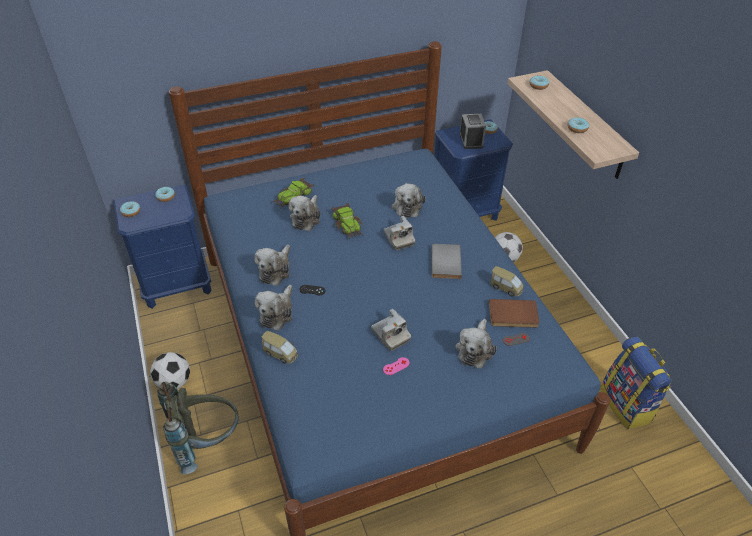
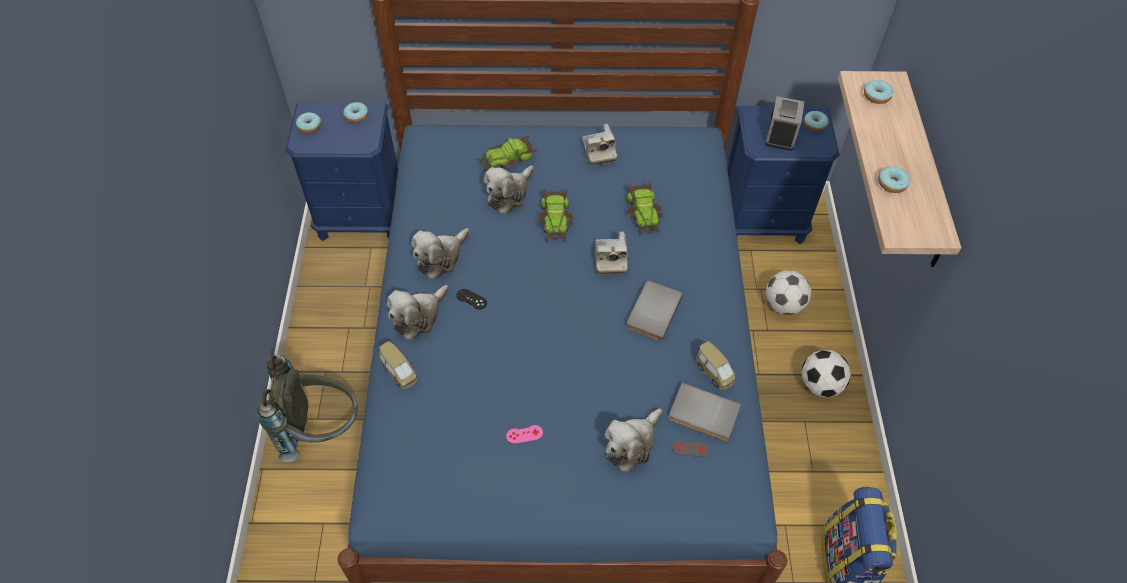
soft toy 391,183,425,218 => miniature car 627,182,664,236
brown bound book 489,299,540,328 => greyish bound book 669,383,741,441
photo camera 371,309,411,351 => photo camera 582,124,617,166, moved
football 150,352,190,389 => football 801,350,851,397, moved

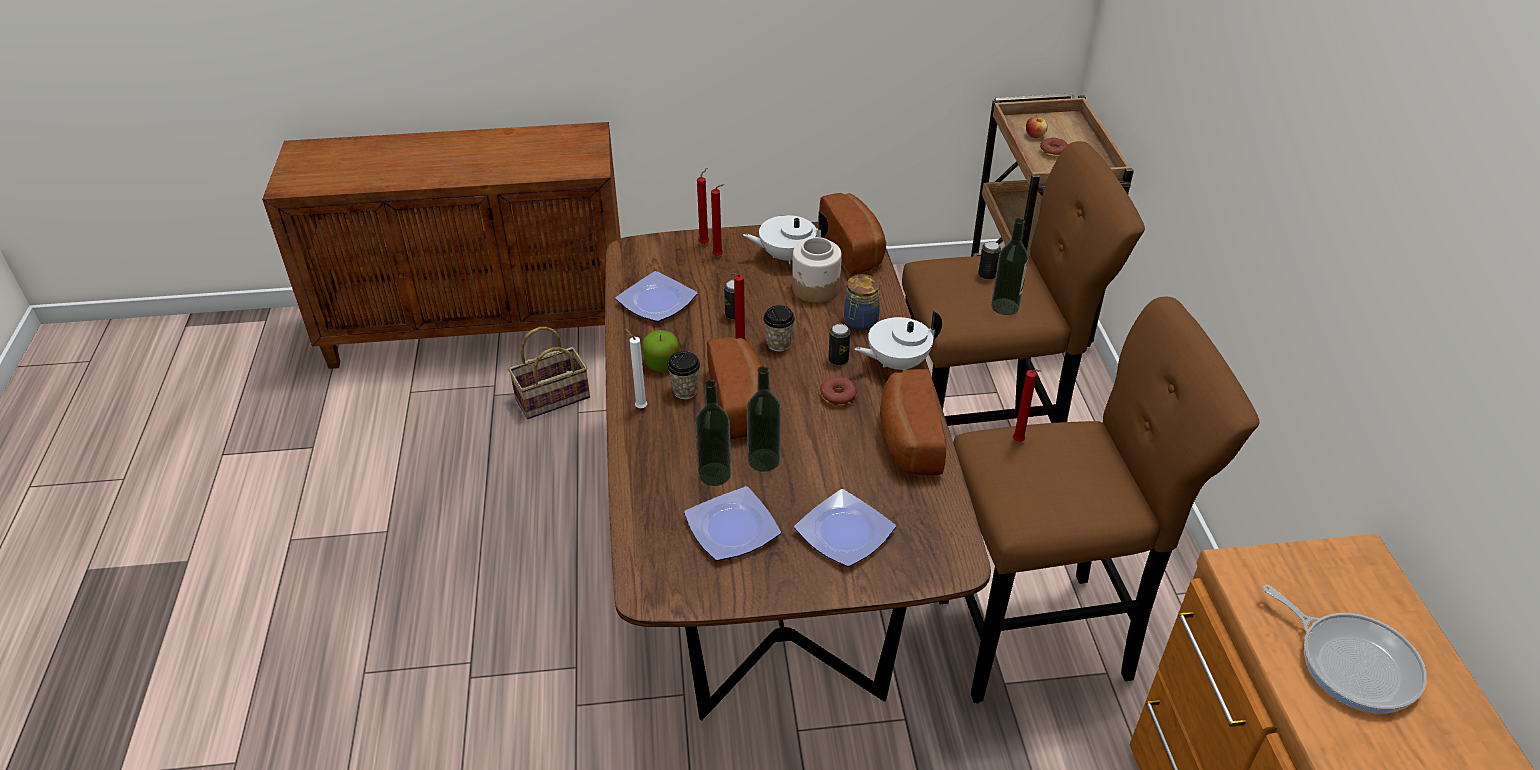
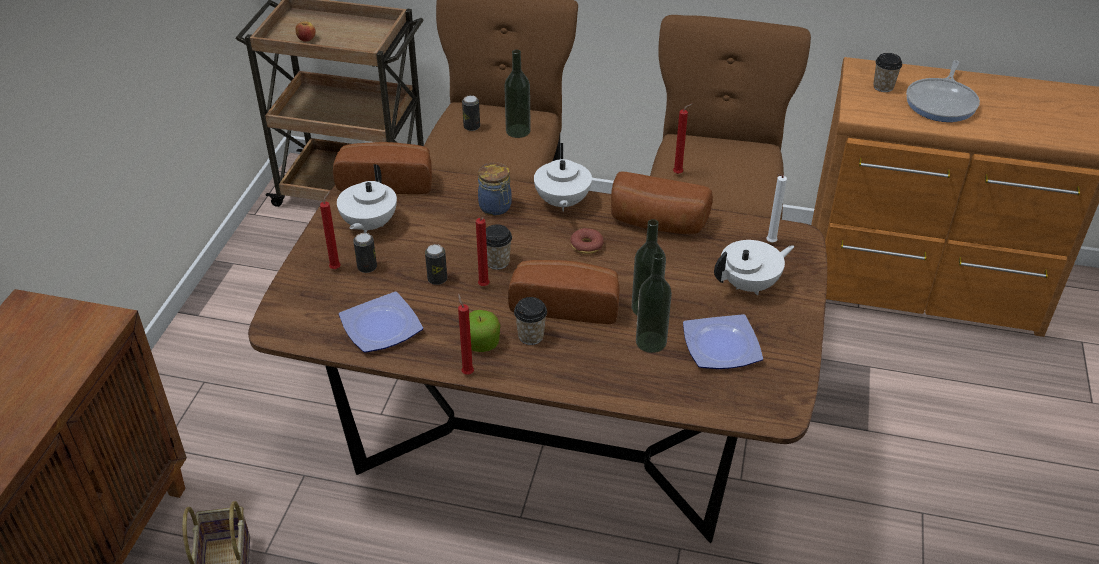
doughnut 1040,137,1068,157 => nothing
reddish wax light 697,168,709,244 => reddish wax light 458,293,474,375, moved
storage jar 792,237,842,303 => nothing
can 829,324,850,365 => can 353,233,377,273, moved
white-coloured wax light 625,329,647,408 => white-coloured wax light 766,174,787,243, moved
dinner plate 794,489,896,567 => white-coloured tea pot 714,240,794,295
frying pan 1262,585,1427,713 => frying pan 906,60,980,122, 135 degrees clockwise
nothing => drinking cup 873,53,902,92

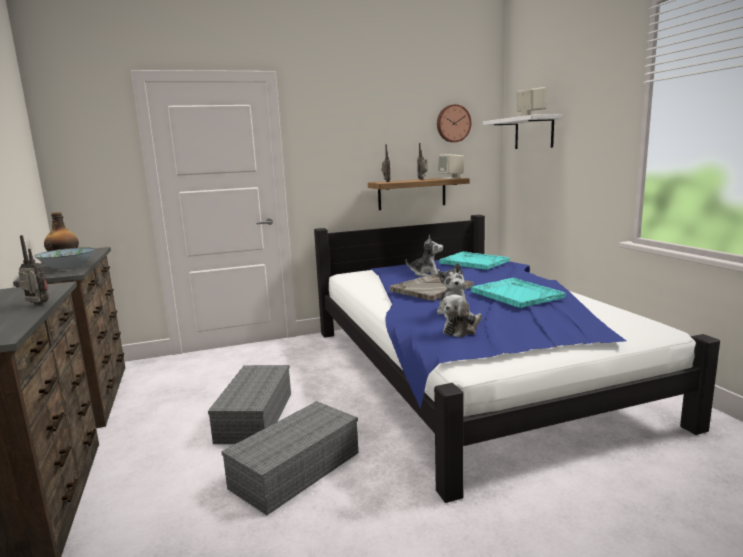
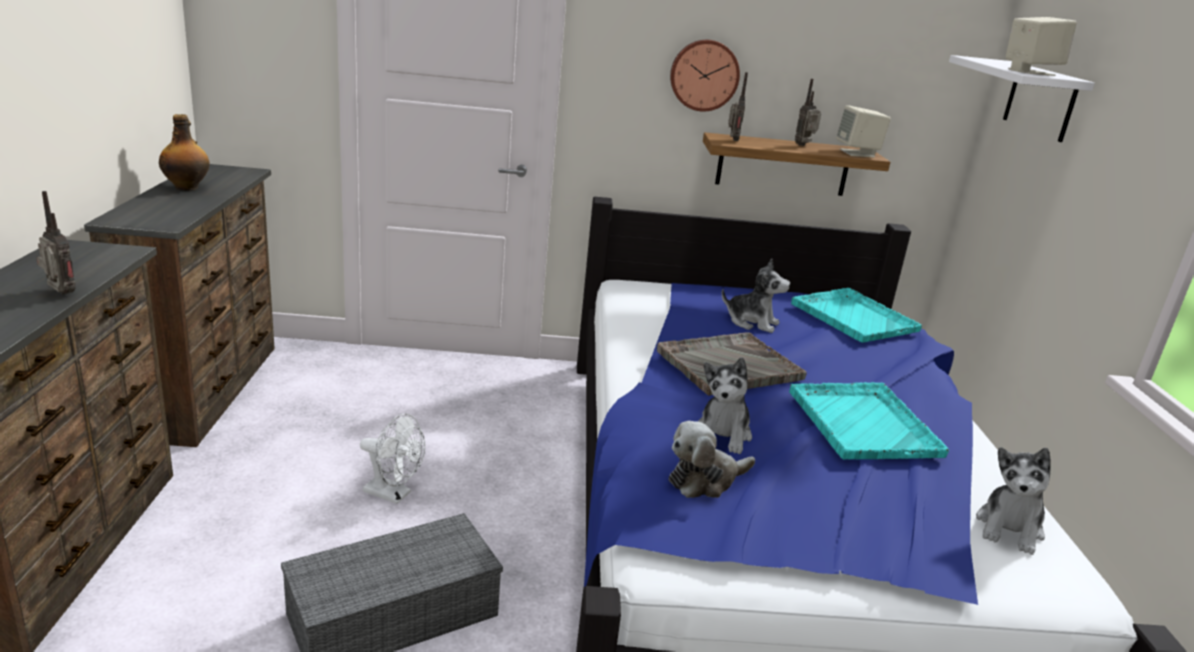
wall clock 437,104,472,142 => wall clock 670,40,740,112, moved
deep dish 35,247,94,269 => nothing
greyish storage bin 208,365,291,444 => white-coloured cooling fan 360,413,425,504
nothing => soft toy 976,447,1051,555

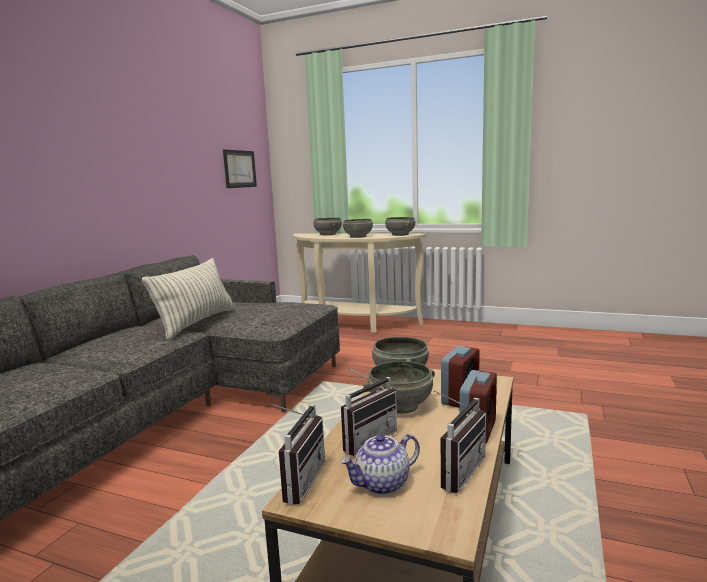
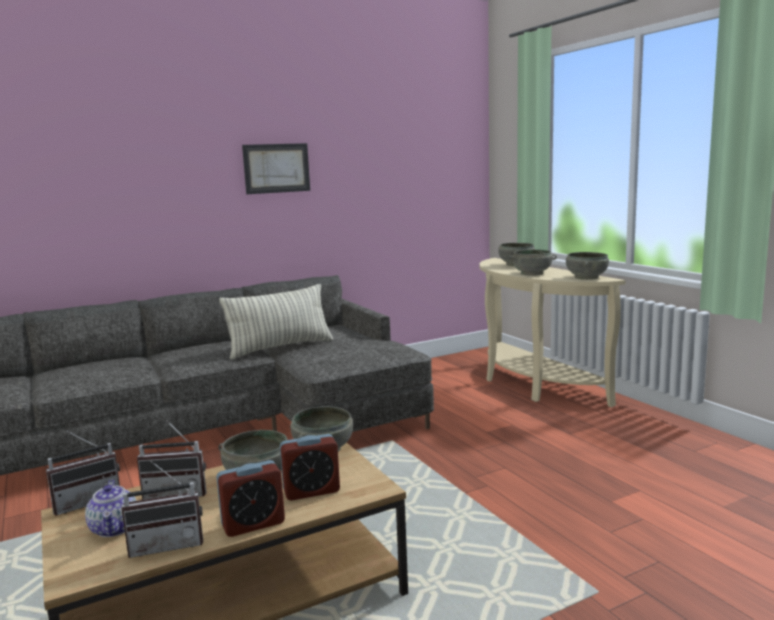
picture 223,149,257,188 => picture 242,143,310,194, moved
tea pot 340,434,420,495 => tea pot 85,480,136,537, 120 degrees counterclockwise

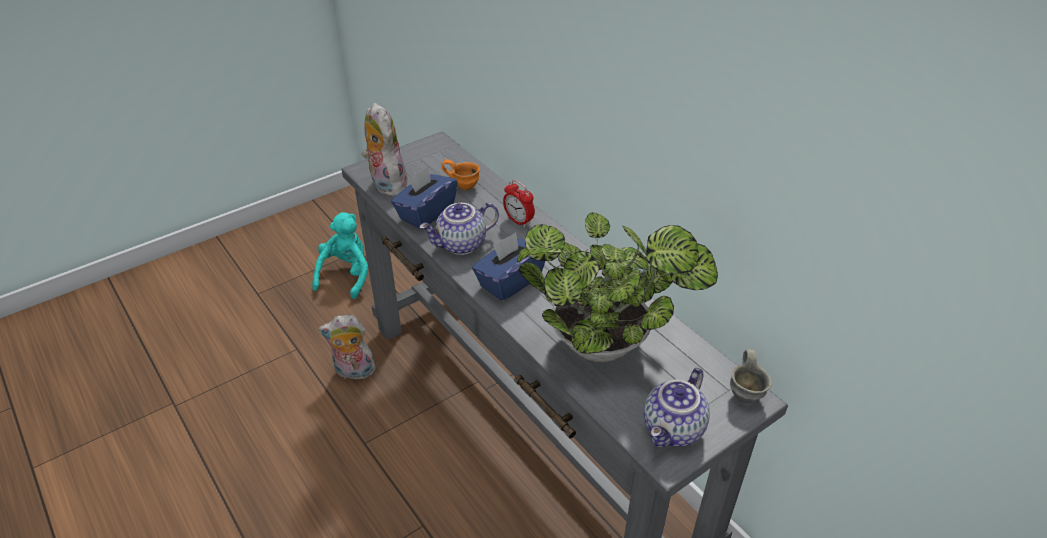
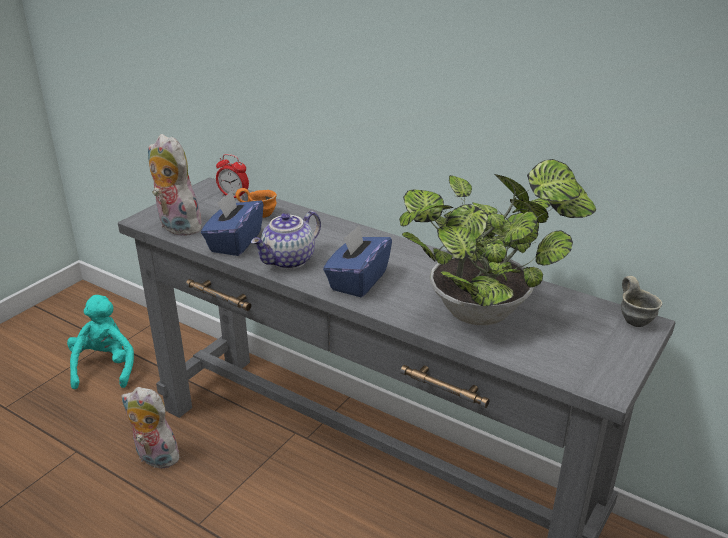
alarm clock 503,180,535,228 => alarm clock 216,154,249,200, moved
soft toy 318,315,376,380 => soft toy 122,387,179,468, 45 degrees clockwise
tea pot 644,368,710,447 => nothing

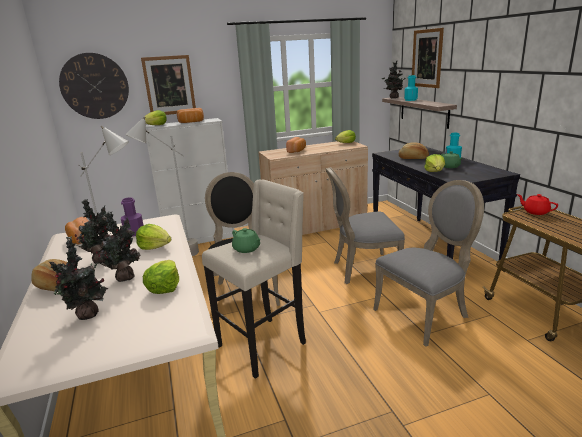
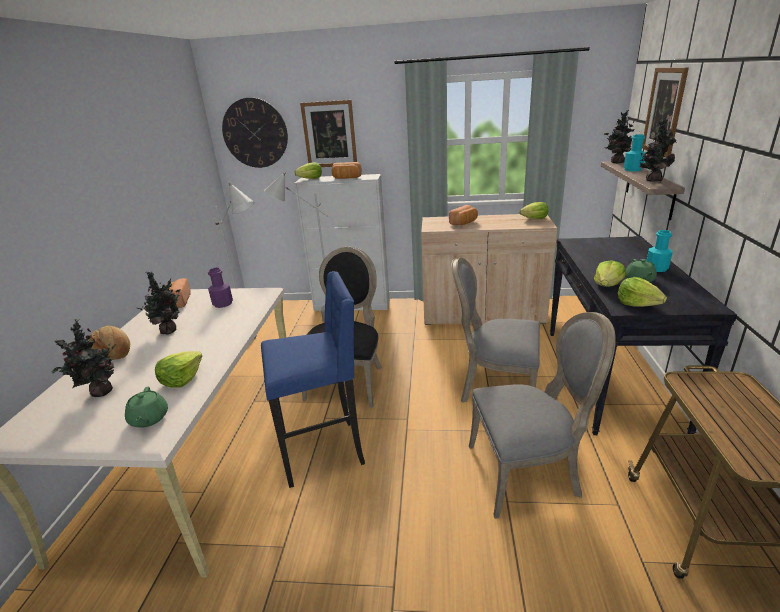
bakery bread 399,142,429,159 => nothing
beige sitting stool 202,180,306,379 => blue sitting stool 261,271,365,488
reddish tea pot 517,194,558,215 => nothing
plant in a pot 96,212,140,282 => plant in a pot 640,118,676,182, moved
lettuce head 136,224,172,250 => lettuce head 618,277,667,307, moved
greenish tea pot 232,228,261,253 => greenish tea pot 125,387,168,428, moved

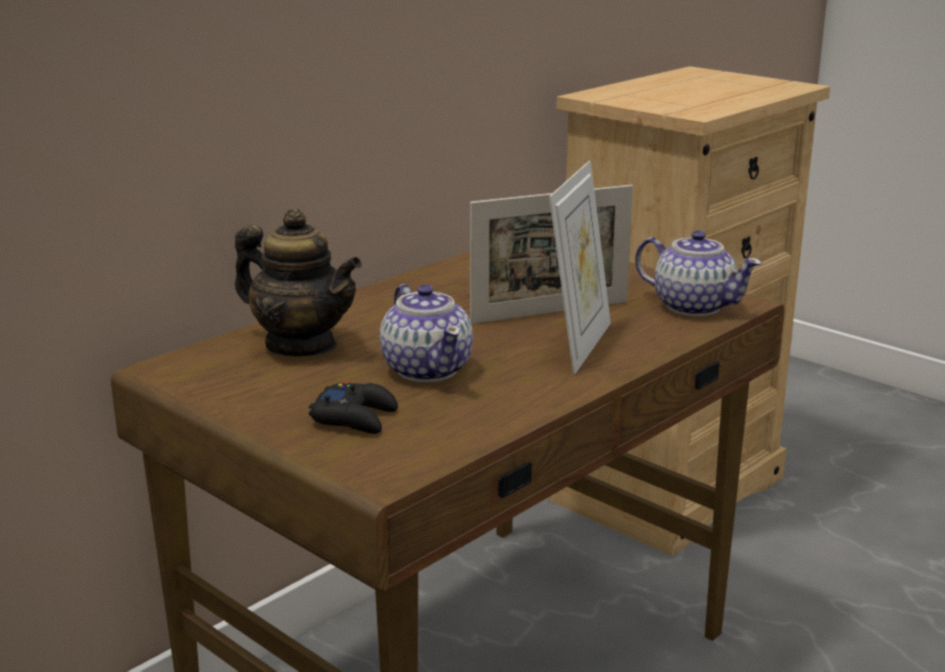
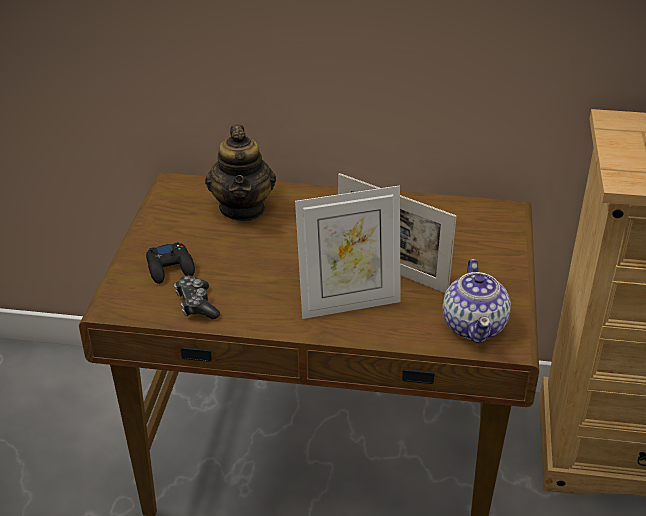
tea pot 380,284,473,382 => nothing
nothing => joypad 174,275,220,320

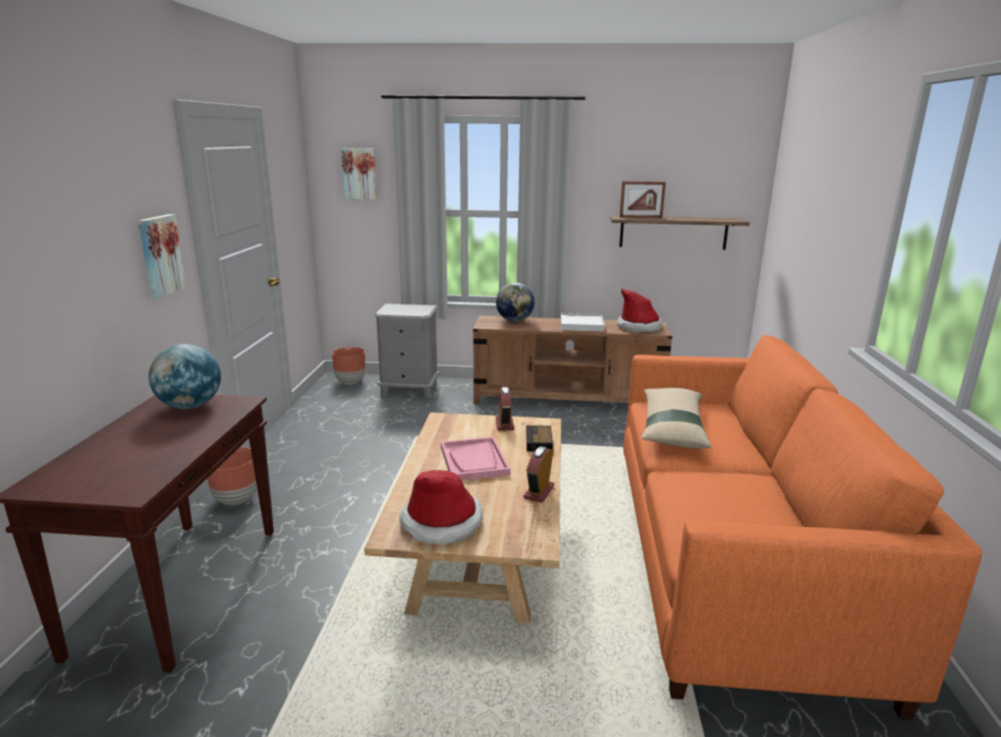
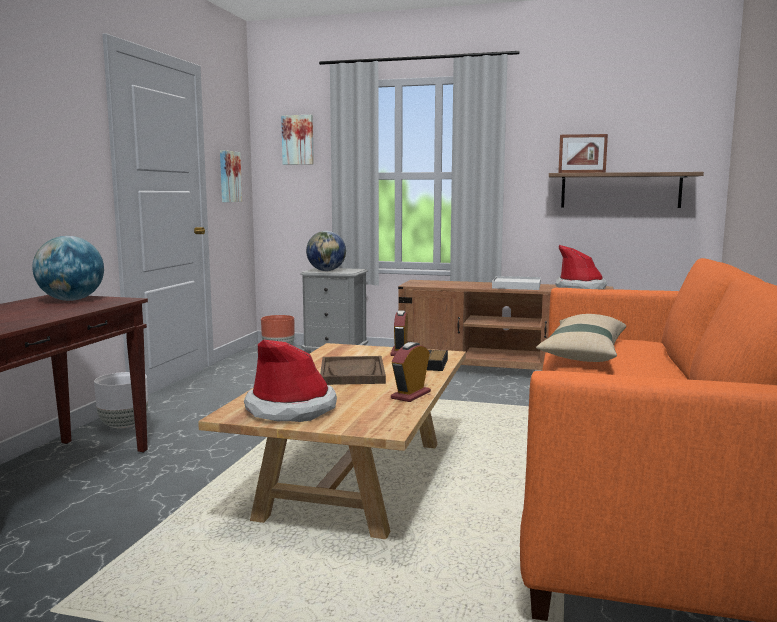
picture 138,214,187,299 => picture 220,150,242,202, moved
globe 496,283,535,322 => globe 306,231,346,271, moved
pink carrying tray 441,437,510,481 => brown carrying tray 320,356,386,385
brown planter 207,447,257,505 => white-coloured planter 94,372,148,428

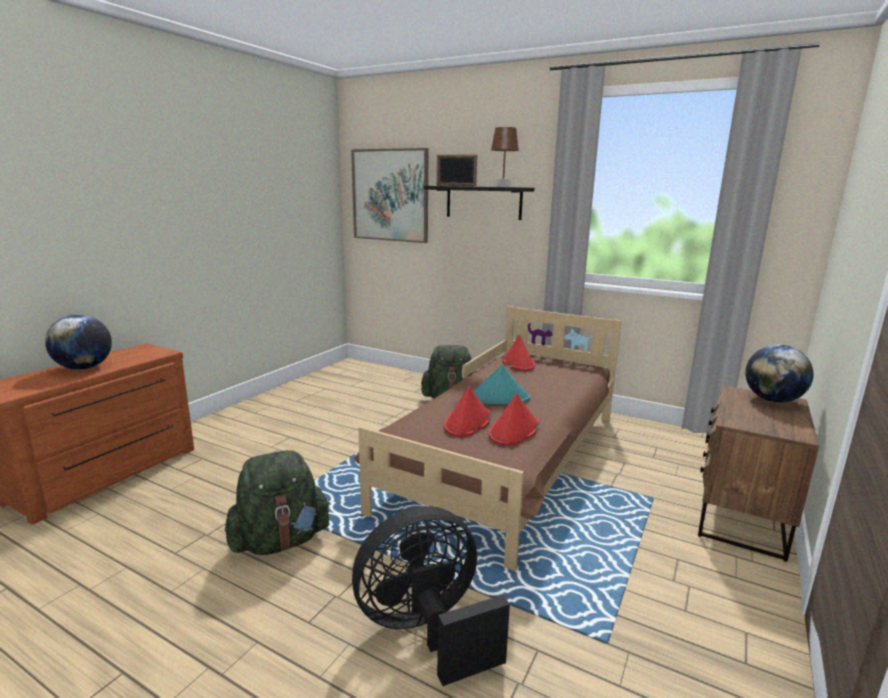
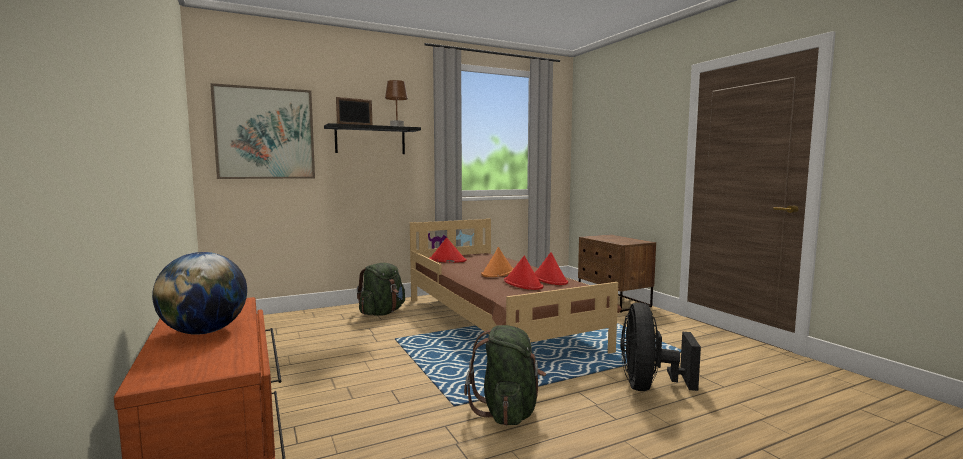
globe 745,345,814,403 => nothing
blue-green wearable hat 473,365,531,404 => orange wearable hat 481,247,514,277

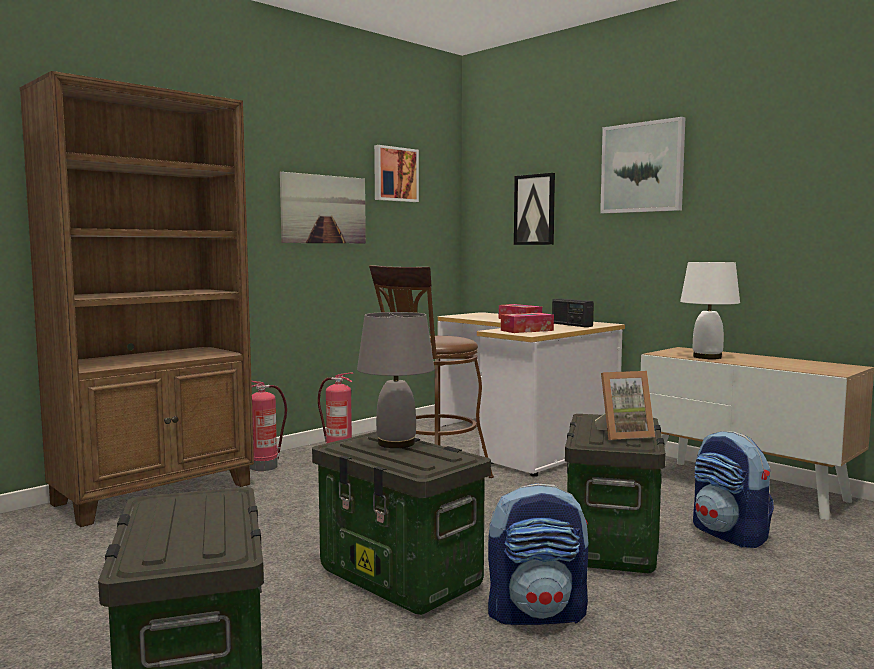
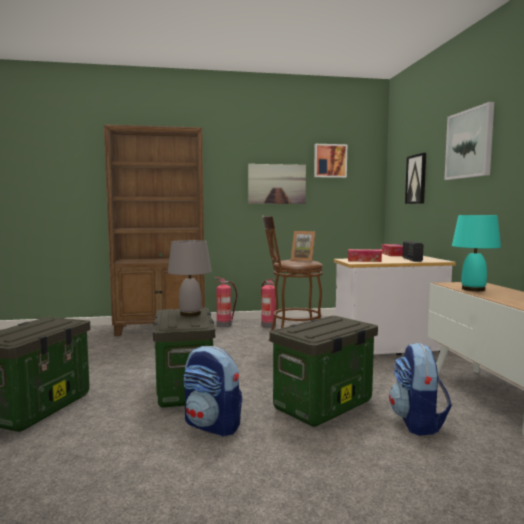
white-coloured table lamp 680,262,740,359 => blue-green table lamp 452,215,501,291
picture frame 595,371,655,440 => picture frame 291,231,315,262, moved

